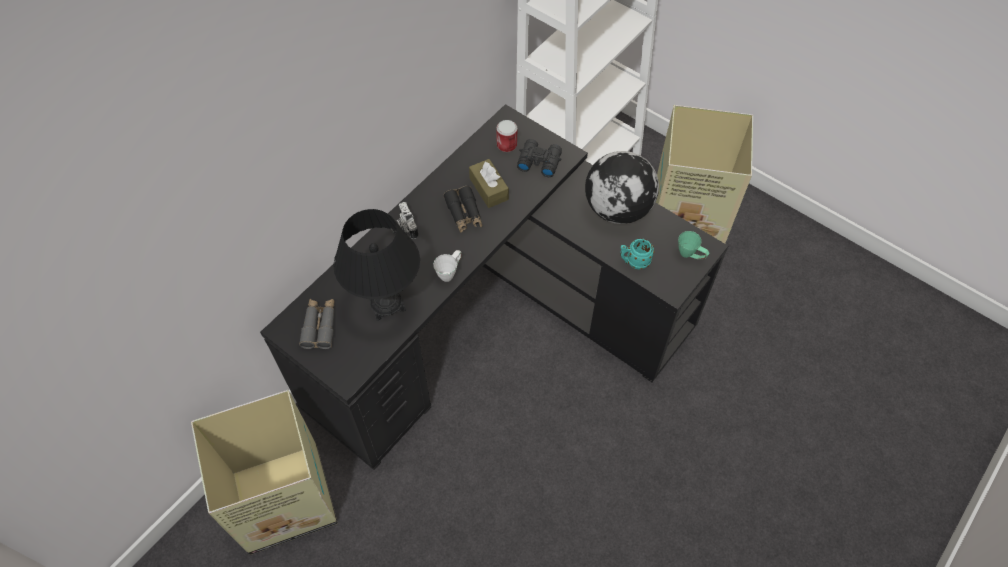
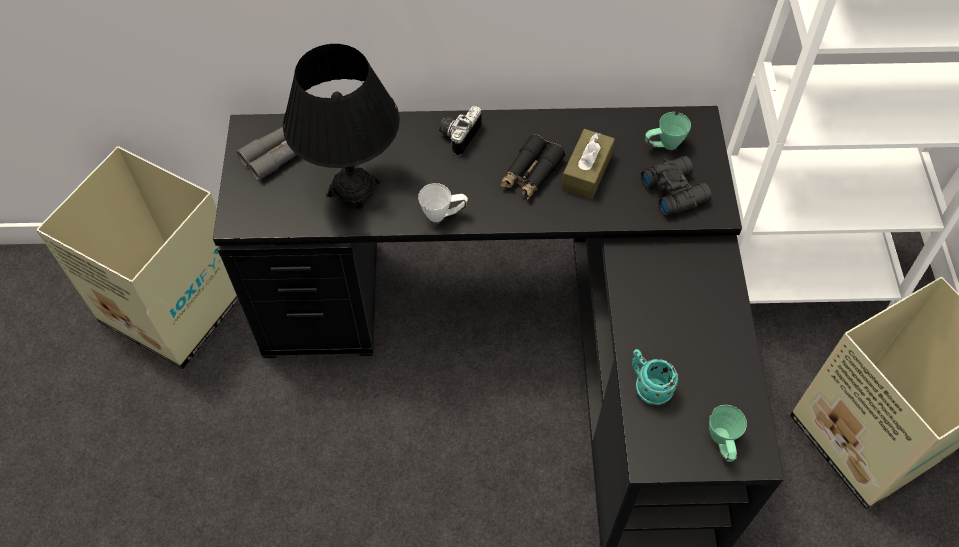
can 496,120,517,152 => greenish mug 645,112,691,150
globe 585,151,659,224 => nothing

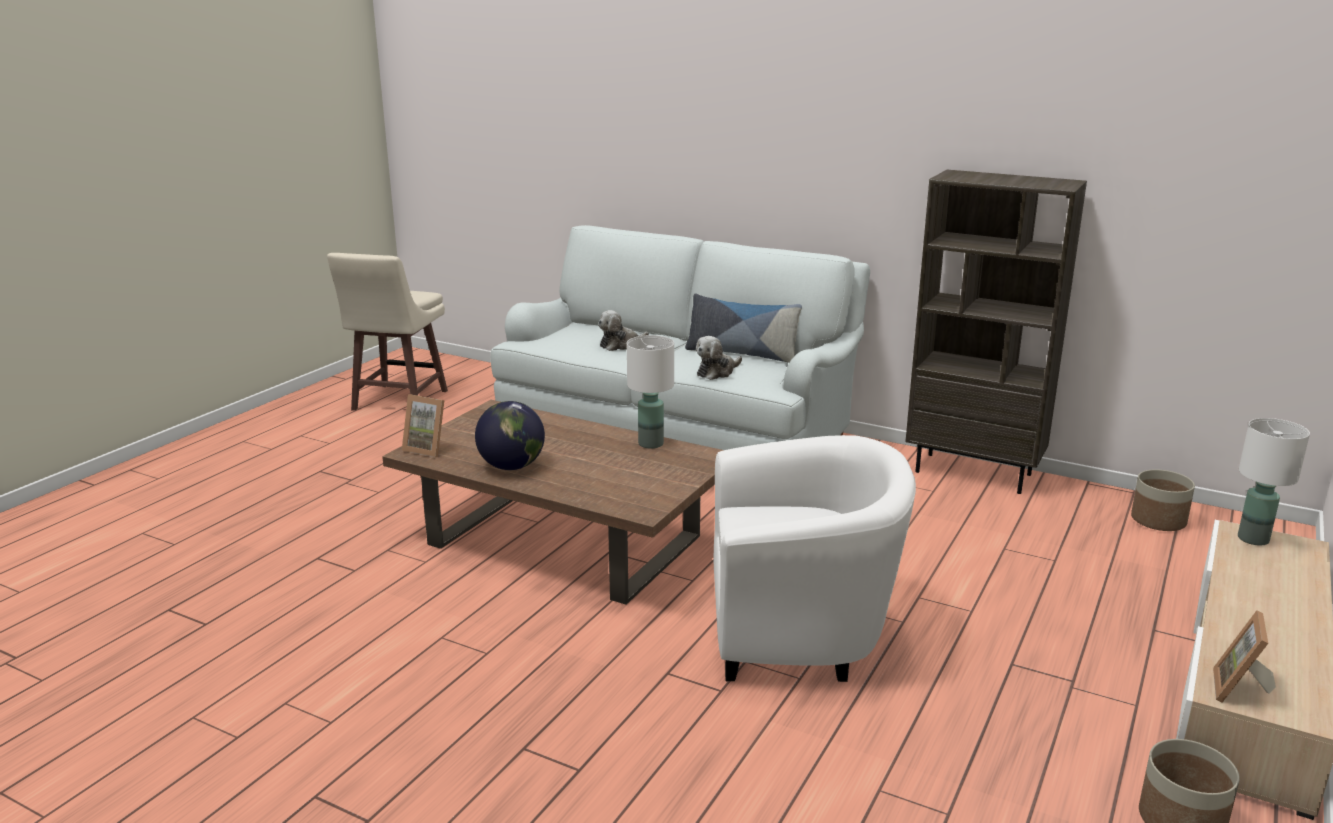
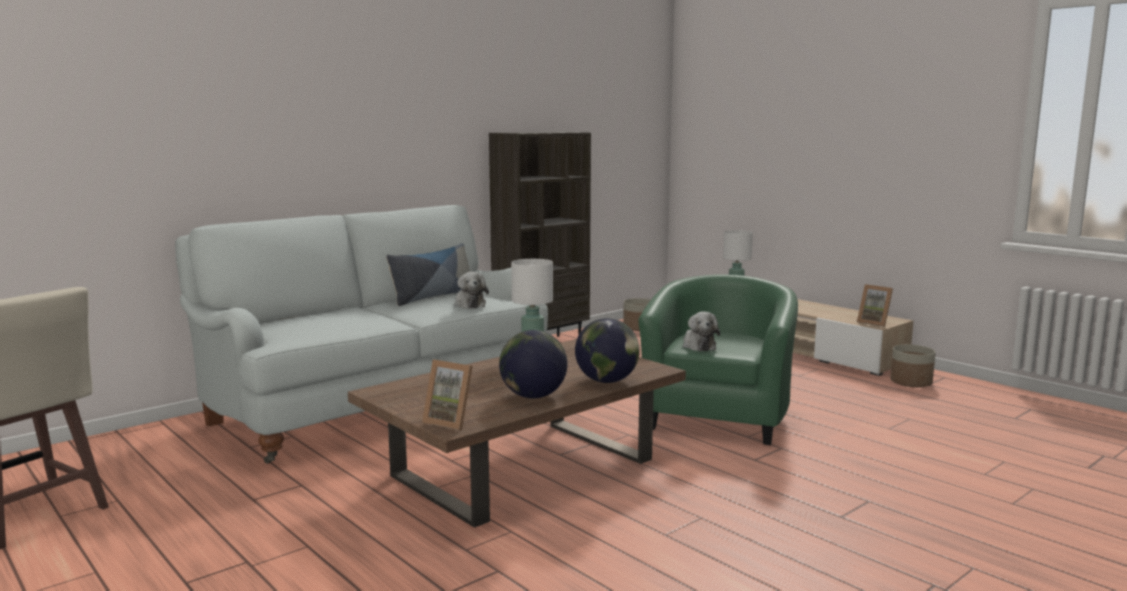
soft toy 598,310,649,351 => soft toy 683,312,720,351, moved
picture frame 402,394,444,457 => picture frame 422,359,473,430, 75 degrees clockwise
white-coloured easy chair 714,435,916,682 => greenish easy chair 638,274,798,445
nothing => globe 575,318,640,383

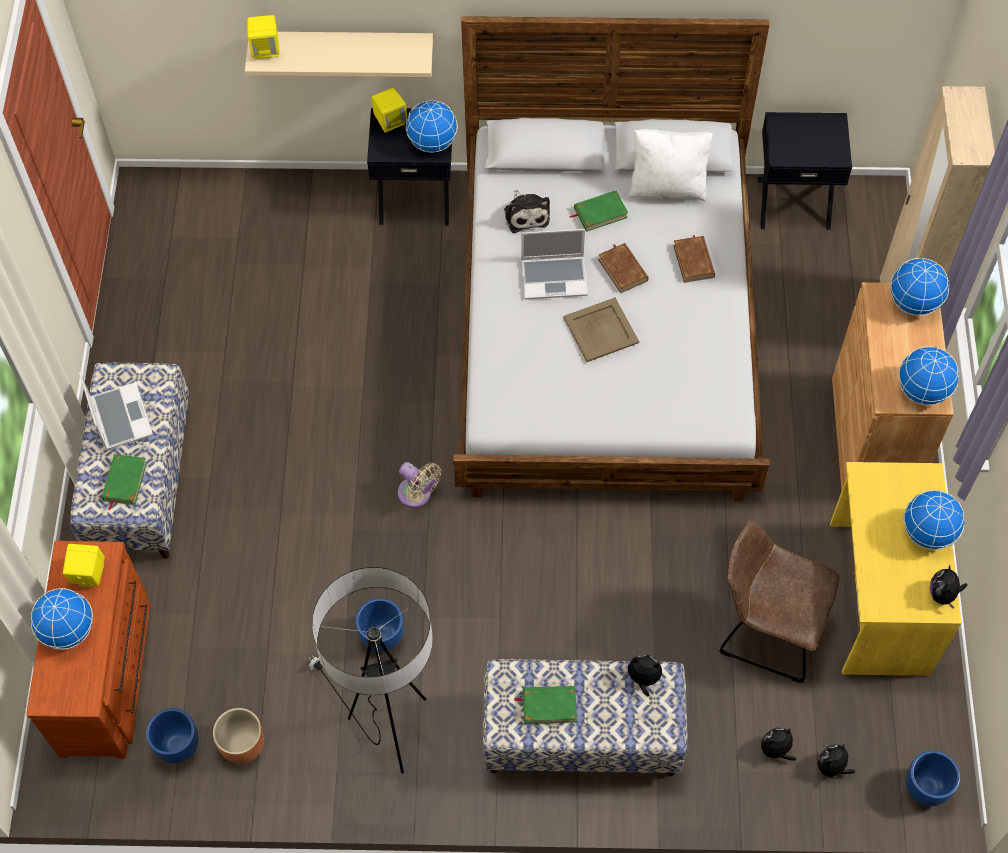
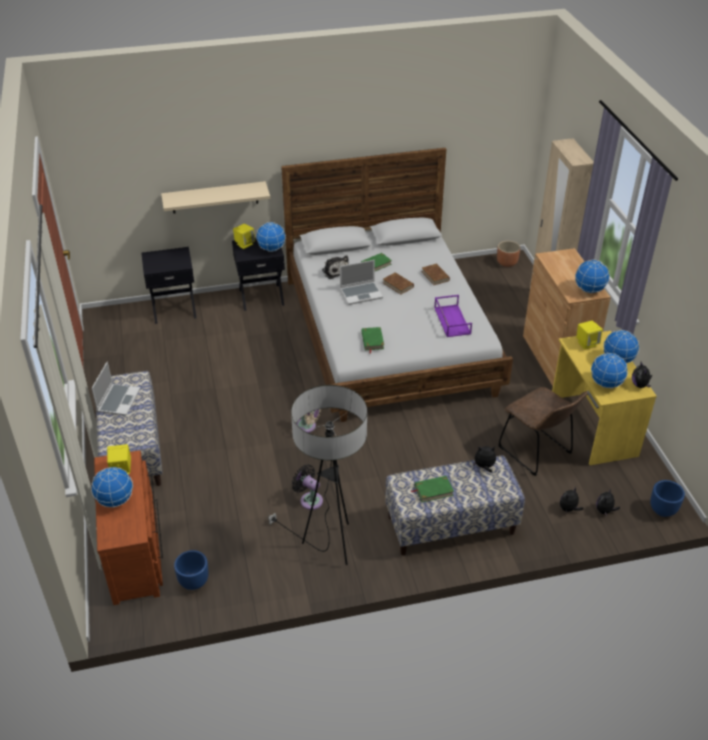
yellow-coloured audio speaker 247,15,280,59 => yellow-coloured audio speaker 576,321,603,349, moved
black night table 757,112,852,230 => black night table 141,247,197,324, moved
white-coloured pillow 628,129,713,201 => nothing
globe 890,258,950,316 => globe 591,353,628,389, moved
beige carrying tray 563,297,639,362 => nothing
portable computer 79,372,153,450 => portable computer 92,361,140,416, 45 degrees clockwise
greenish bound book 102,454,147,510 => greenish bound book 361,327,384,353, moved
brown plain chair 720,521,840,683 => brown plain chair 498,387,588,476, 135 degrees counterclockwise
blue planter 356,598,404,652 => black cooling fan 292,464,323,510
brown planter 213,708,264,763 => brown planter 497,241,520,267, moved
nothing => purplish carrying tray 434,295,472,337

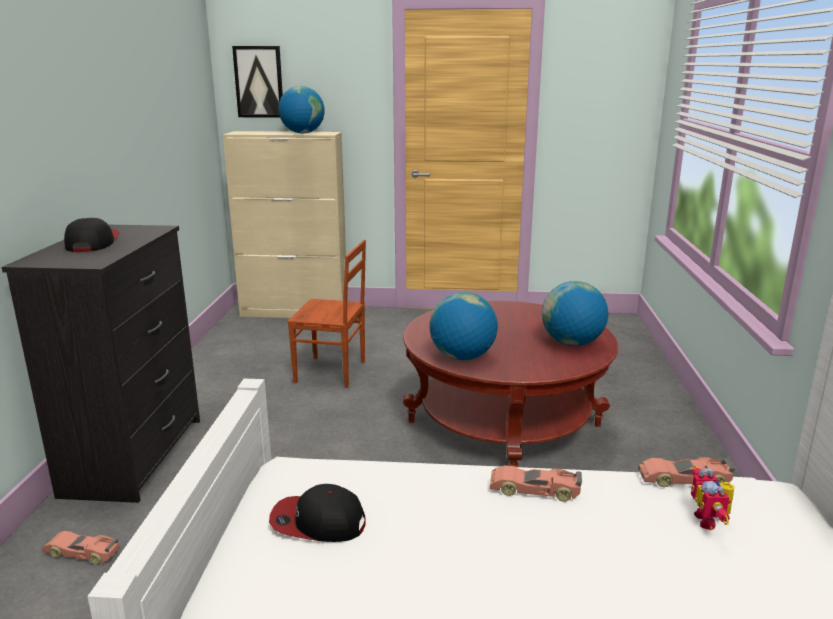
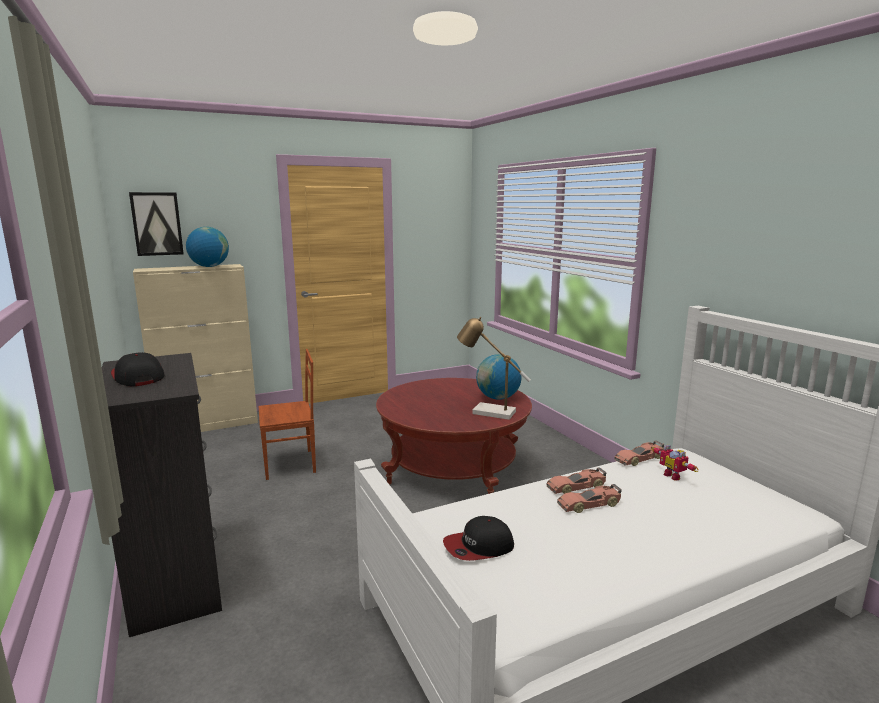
globe 430,292,498,360 => nothing
miniature car 42,531,119,565 => miniature car 557,484,622,513, moved
nothing => table lamp 457,317,531,420

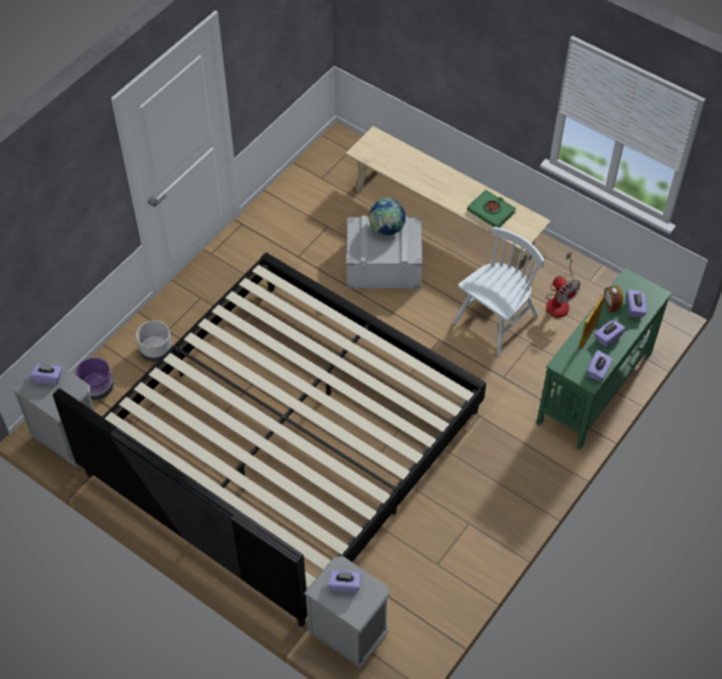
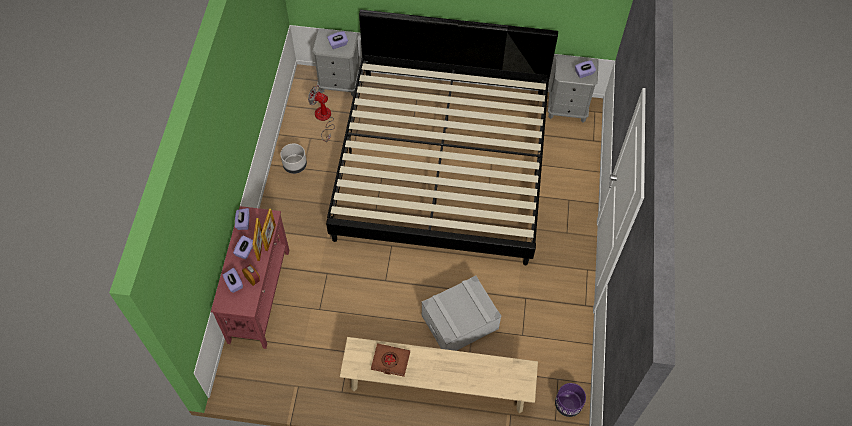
greenish bound book 467,190,516,228 => brown bound book 371,343,410,377
globe 369,197,406,235 => nothing
white-coloured plain chair 453,227,545,356 => nothing
cooling fan 546,252,580,317 => cooling fan 308,85,335,142, moved
greenish narrow table 536,268,672,450 => reddish narrow table 211,206,290,349
greyish planter 136,320,173,362 => greyish planter 280,144,307,174, moved
purplish planter 75,358,114,400 => purplish planter 555,383,586,417, moved
nothing => picture frame 261,208,276,251

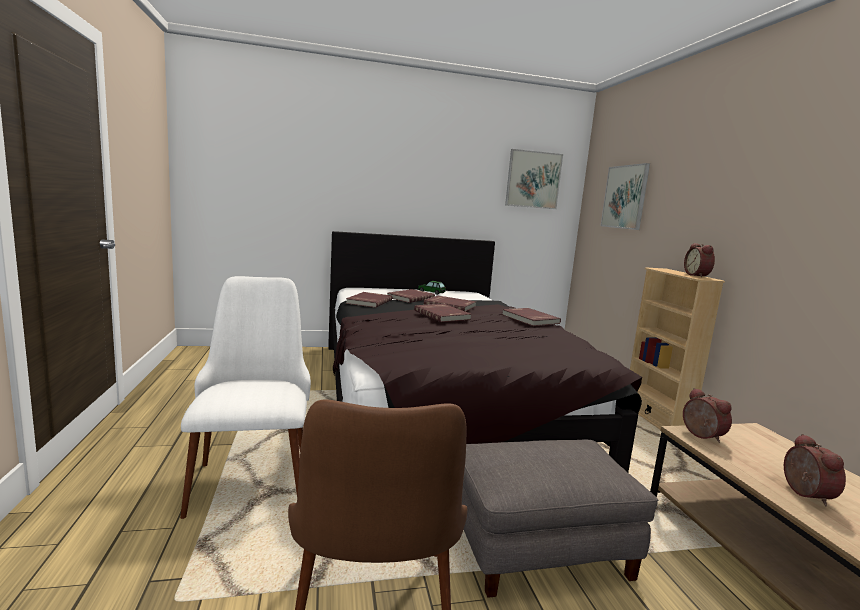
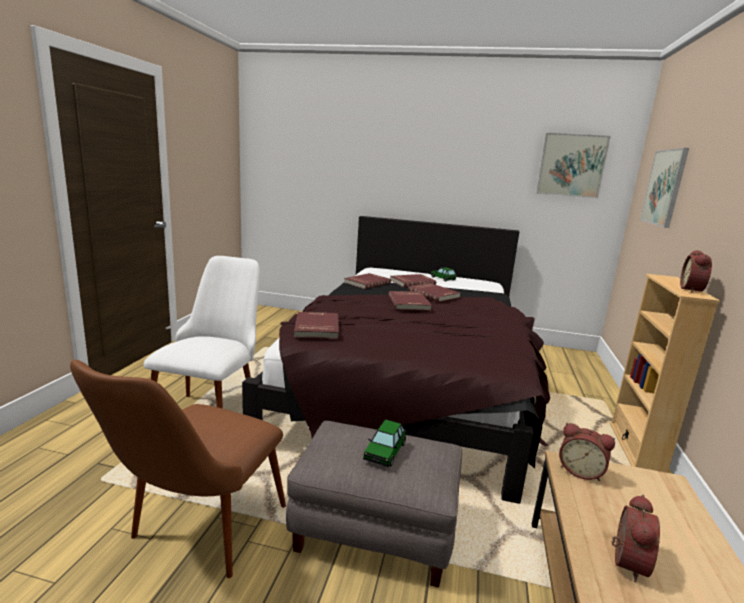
reddish bound book 502,308,561,326 => reddish bound book 294,312,339,339, moved
alarm clock 683,388,732,443 => alarm clock 559,423,615,481, 120 degrees clockwise
nothing => miniature car 363,419,406,467

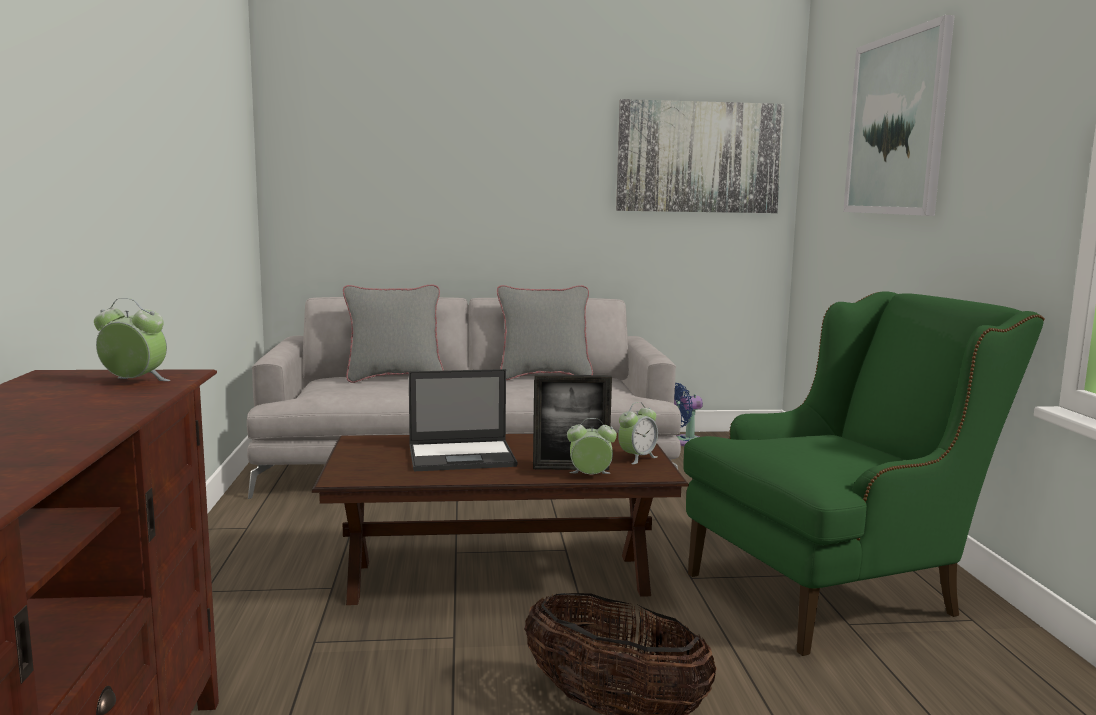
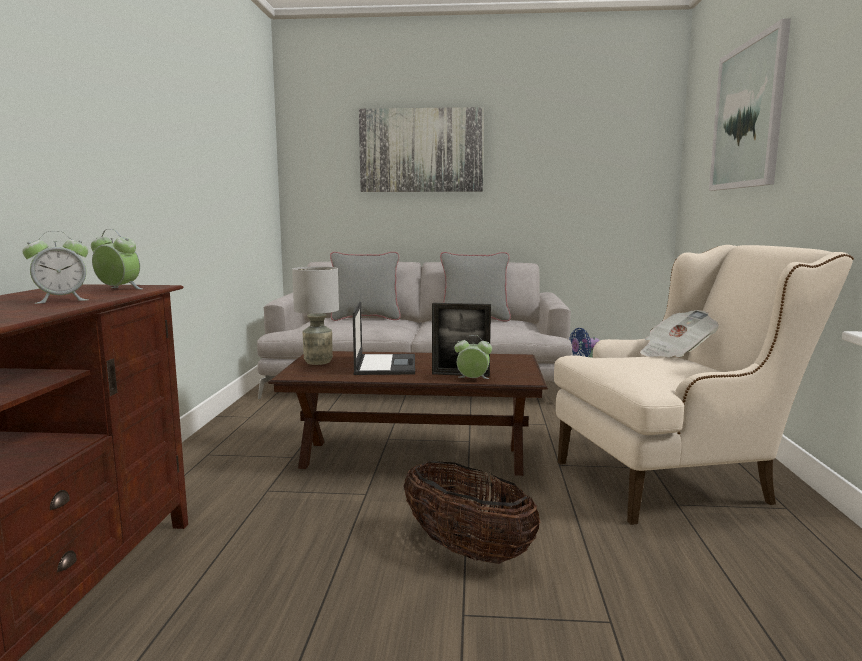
picture 616,99,785,213 => picture 359,107,484,192, moved
greenish easy chair 683,291,1045,656 => beige easy chair 554,245,854,525
portable computer 409,369,517,471 => portable computer 353,301,415,375, 90 degrees counterclockwise
alarm clock 618,402,658,464 => alarm clock 22,231,89,304, moved
nothing => greyish table lamp 292,266,339,365
nothing => daily paper 640,310,719,357

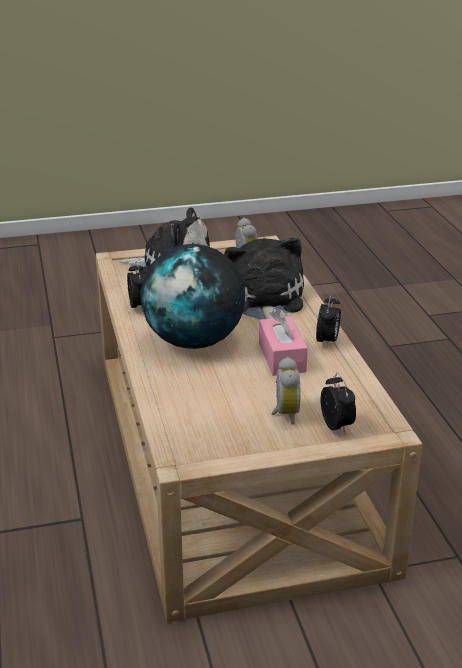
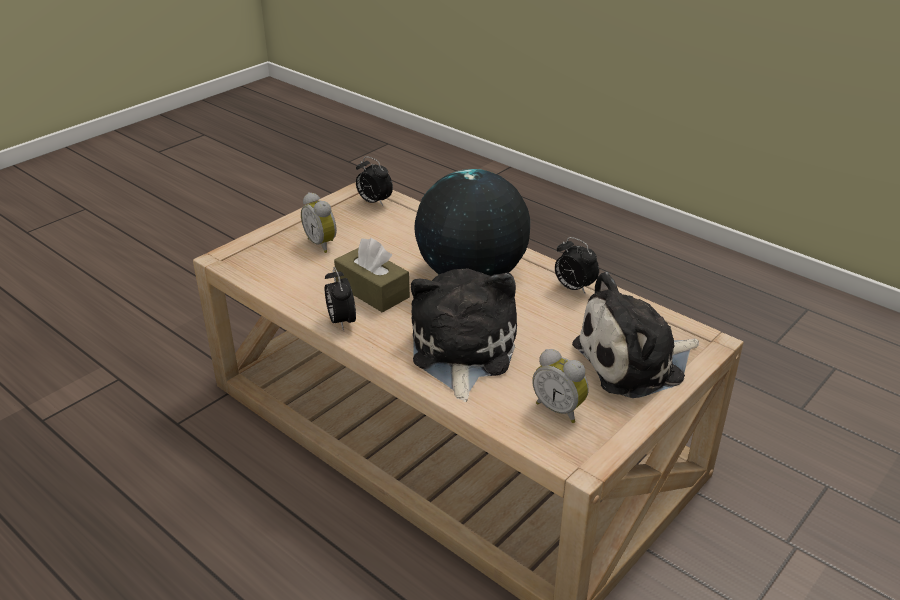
soft toy 224,237,304,320 => soft toy 411,268,517,402, 135 degrees counterclockwise
pink tissue holder 259,309,308,376 => brown tissue holder 334,238,410,313
alarm clock 321,373,356,433 => alarm clock 356,156,393,206, moved

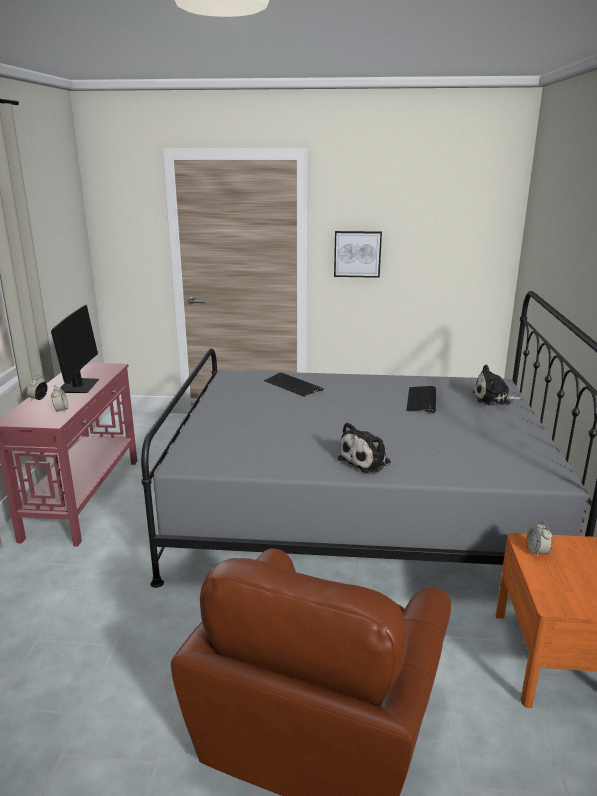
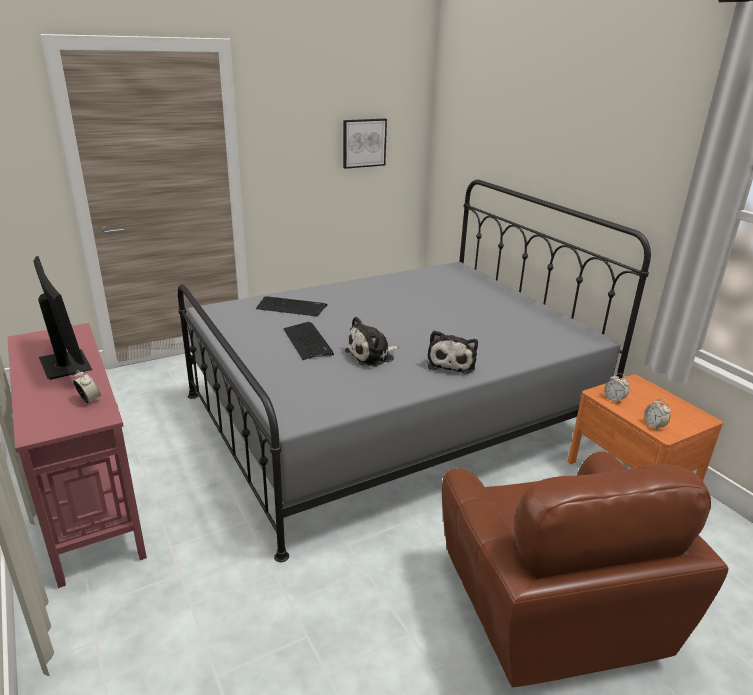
picture 334,231,382,278 => picture 343,119,387,169, moved
soft toy 473,365,522,406 => soft toy 345,316,399,367, moved
alarm clock 27,375,48,401 => alarm clock 644,398,671,430, moved
PC keyboard 407,386,436,413 => PC keyboard 283,322,334,360, moved

